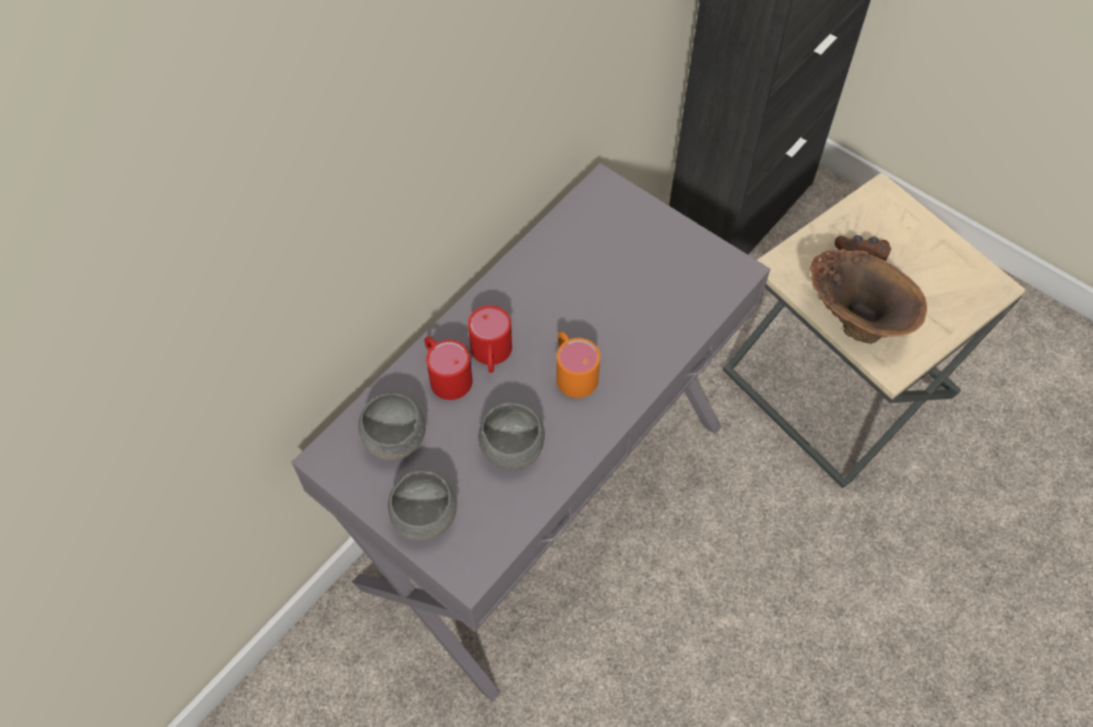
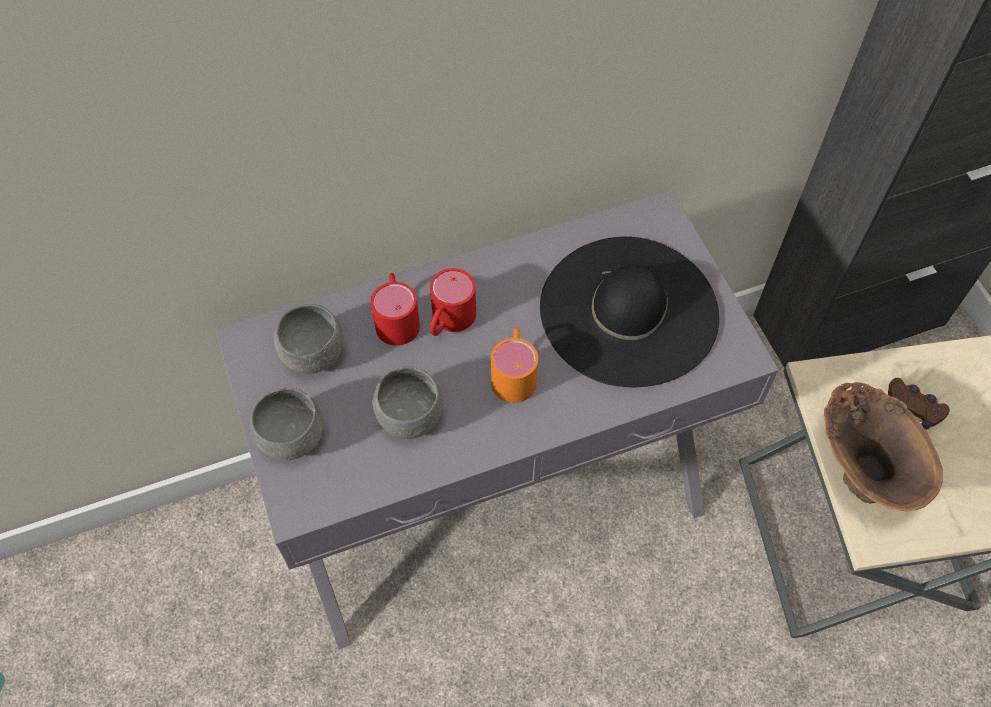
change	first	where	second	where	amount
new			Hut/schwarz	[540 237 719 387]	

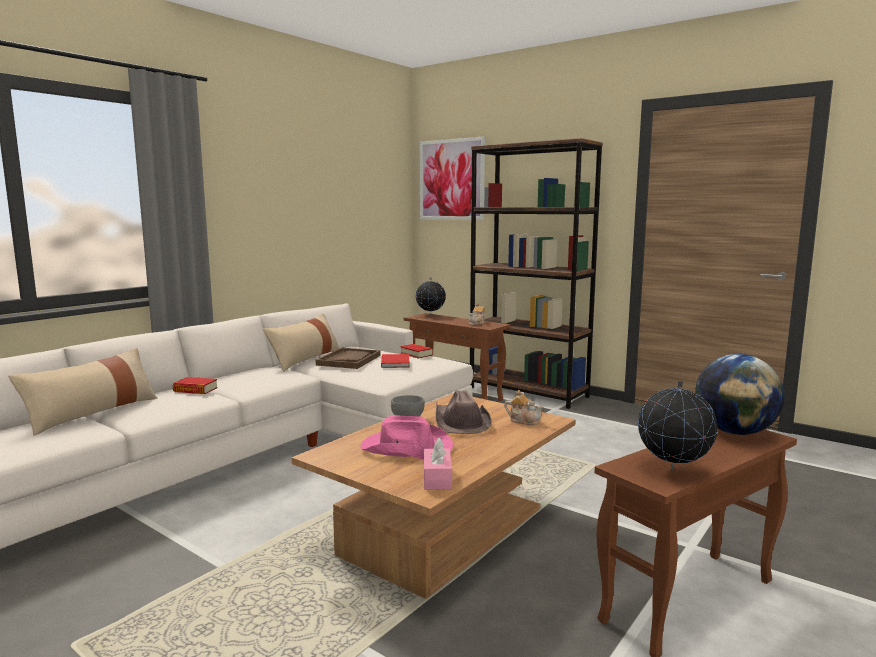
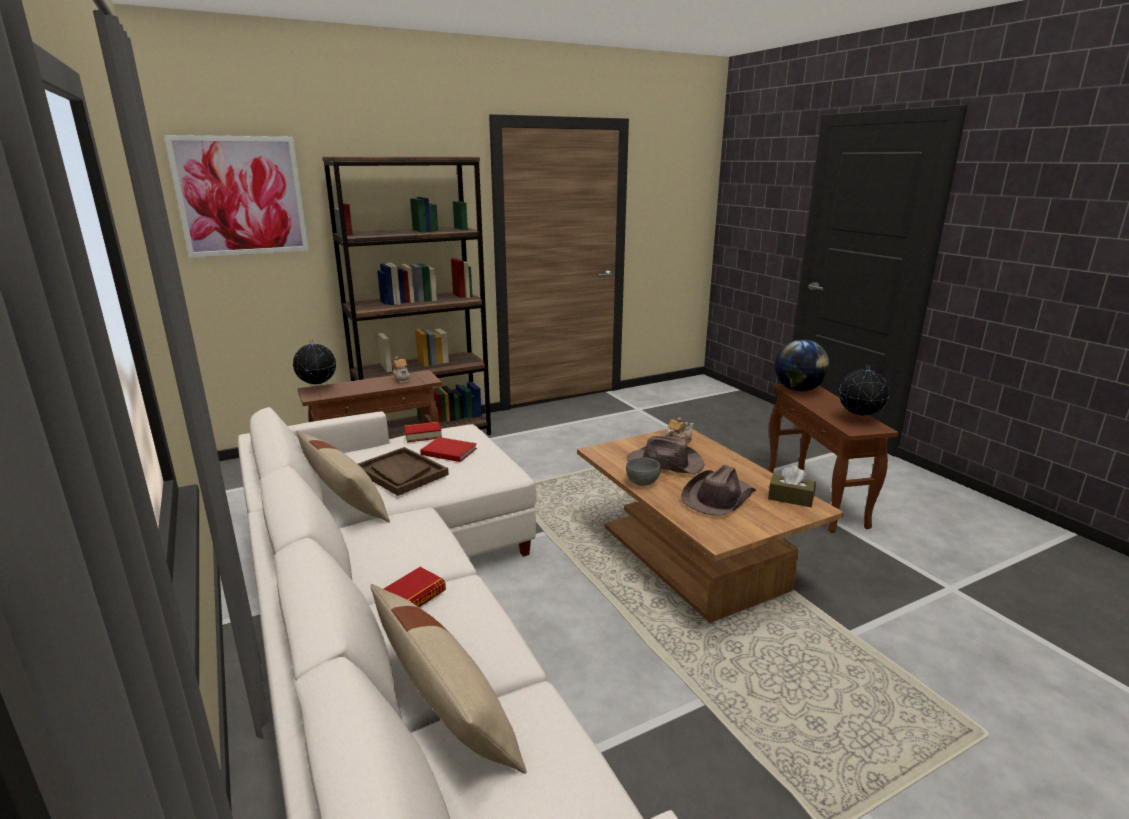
change	first	where	second	where	amount
repainted	Hut/rosa	[360 415 453 459]	Hut/braun	[681 465 756 516]	
repainted	Taschentuchbox/rosa	[424 438 452 490]	Taschentuchbox/braun	[768 466 816 507]	

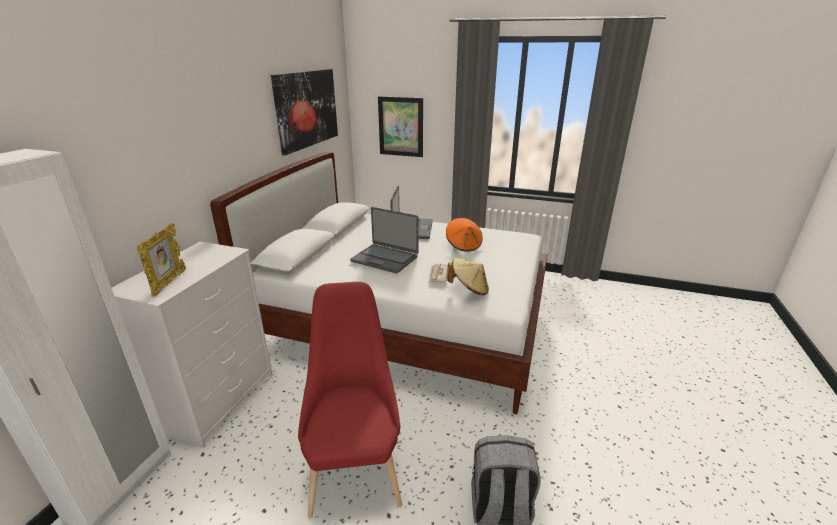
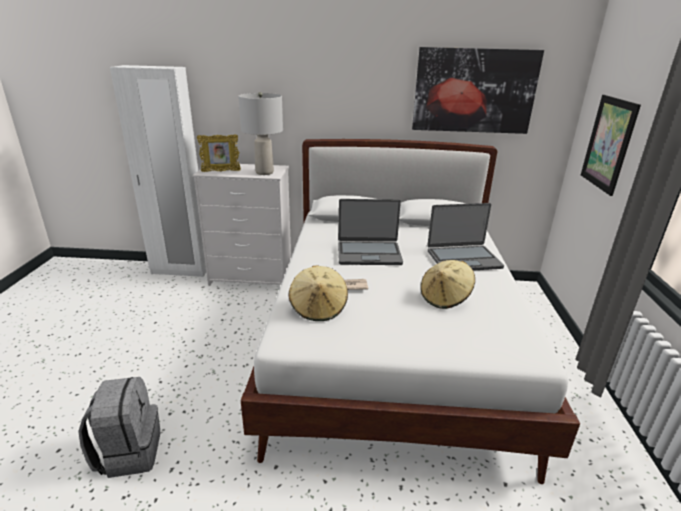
change	first	where	second	where	amount
gone	Stuhl/rot	[298 282 402 519]			
rotated	Laptop	[350 207 418 273]		[338 199 403 265]	105 degrees counterclockwise
repainted	Hut/orange	[446 218 483 252]	Hut/beige	[421 260 475 309]	
new			Tischlampe/grau	[238 92 283 175]	

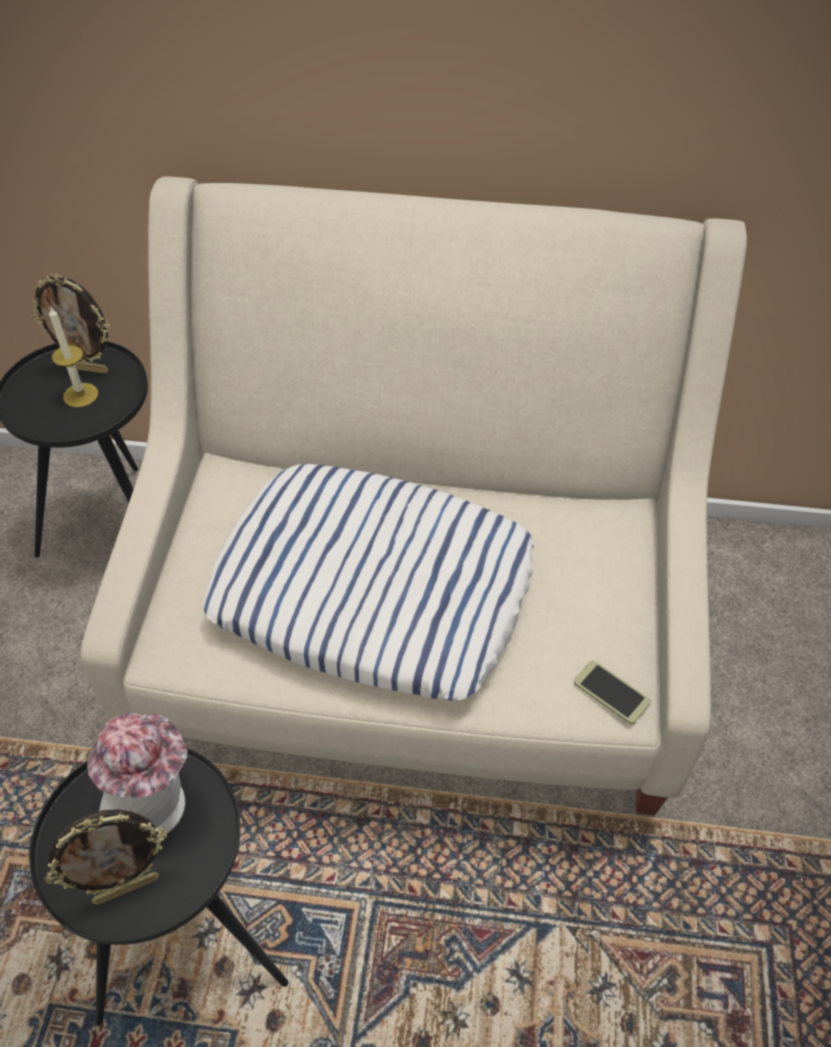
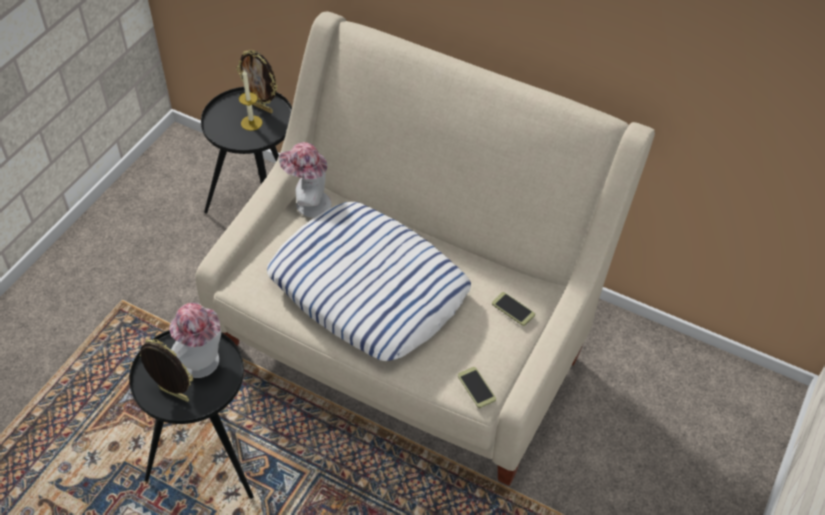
change	first	where	second	where	amount
rotated	Bilderrahmen	[45 809 167 905]		[140 339 193 402]	150 degrees counterclockwise
new			Hut	[278 142 331 218]	
new			Handy	[492 292 535 326]	

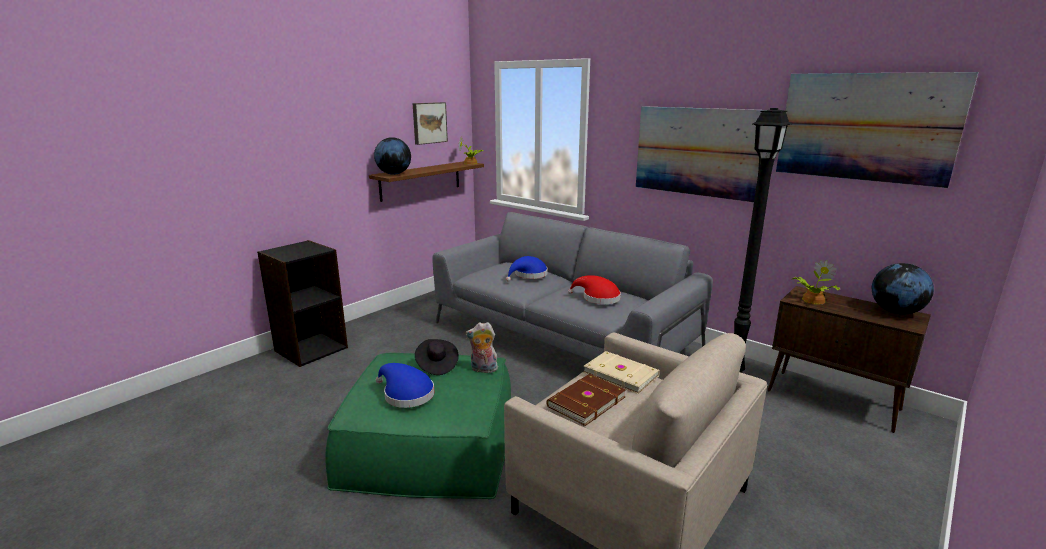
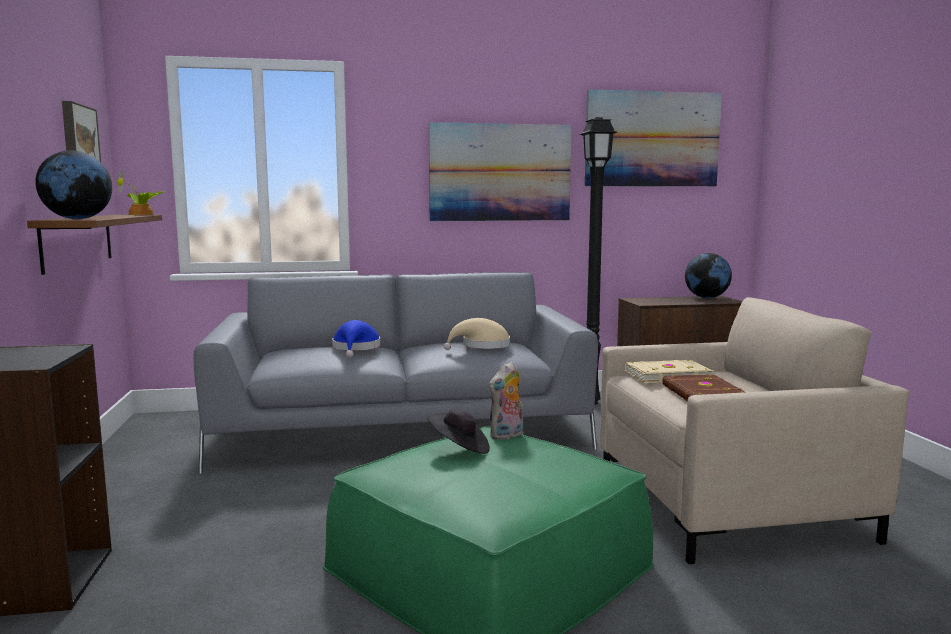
change	first	where	second	where	amount
gone	Hut/blau	[376 363 434 408]			
repainted	Hut/rot	[568 275 621 304]	Hut/beige	[444 318 510 350]	
gone	Topfpflanze	[792 260 840 304]			

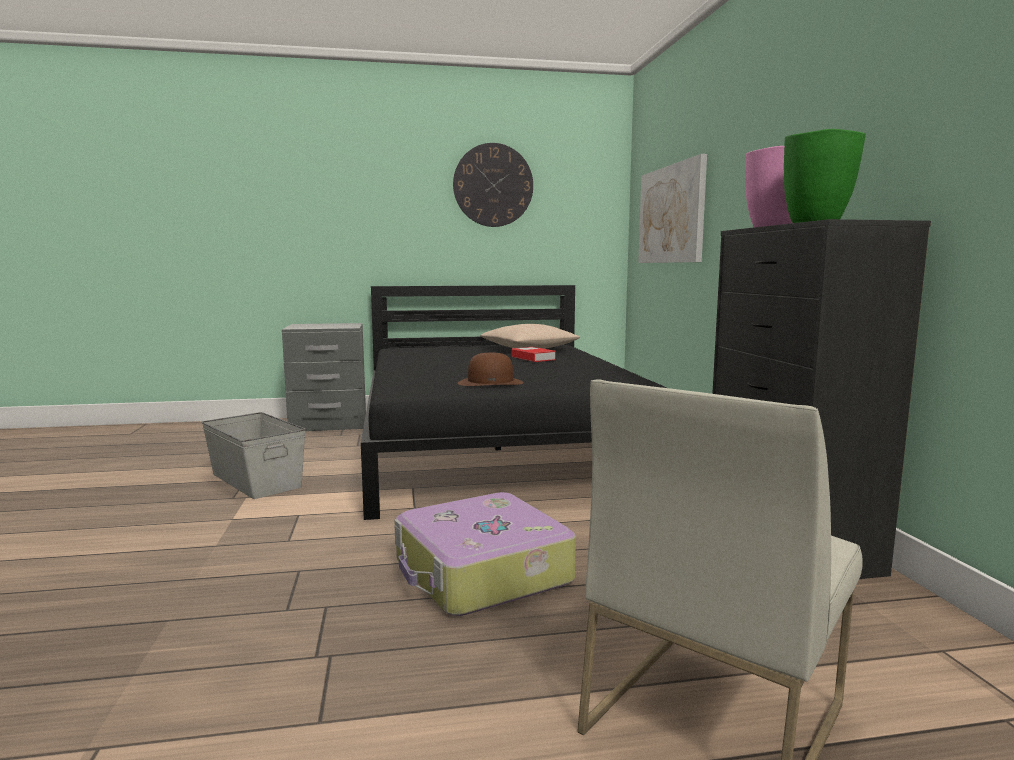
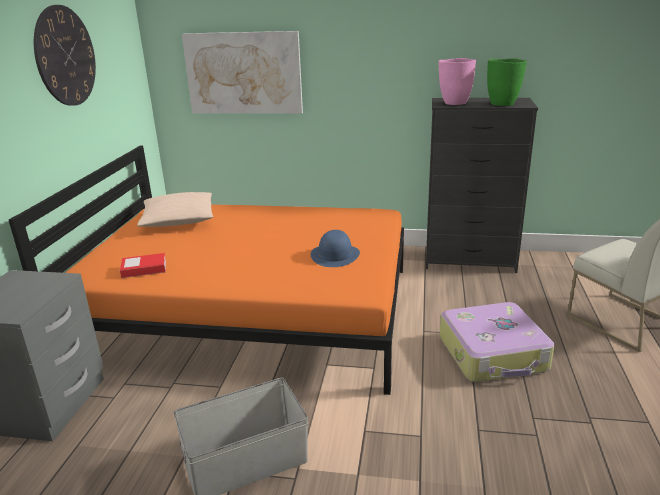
change	first	where	second	where	amount
repainted	Bett/schwarz	[361 285 666 520]	Bett/orange	[9 146 404 395]	
repainted	Hut/braun	[458 353 524 386]	Hut/blau	[310 230 360 267]	
shifted	Buch	[511 347 556 362]		[120 253 166 278]	

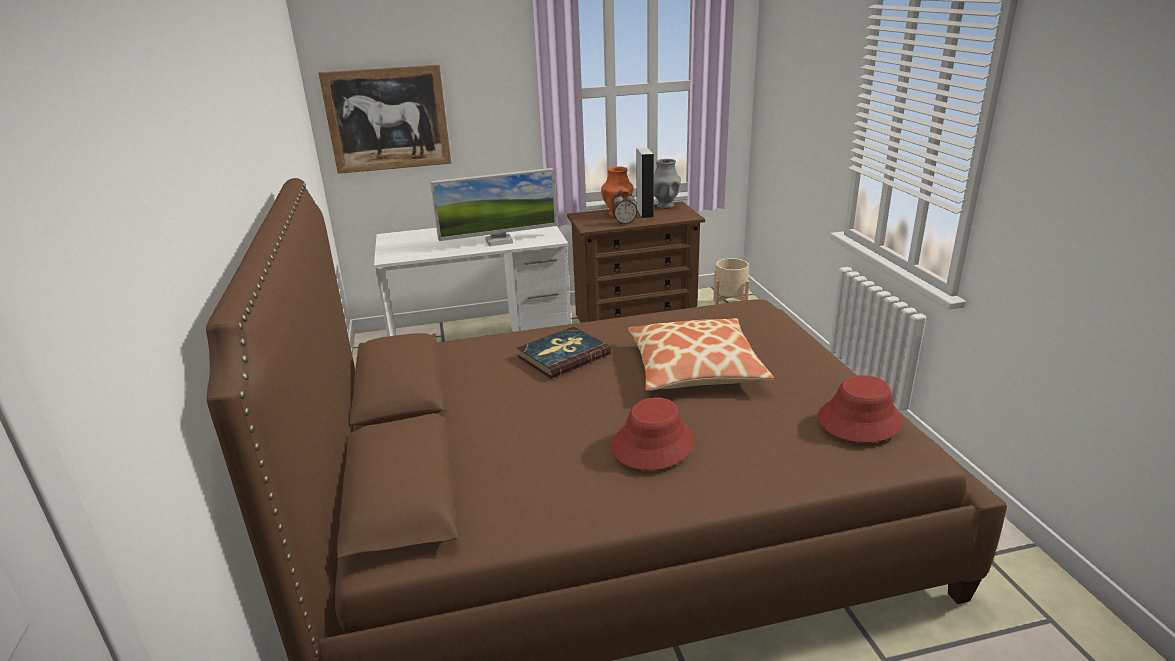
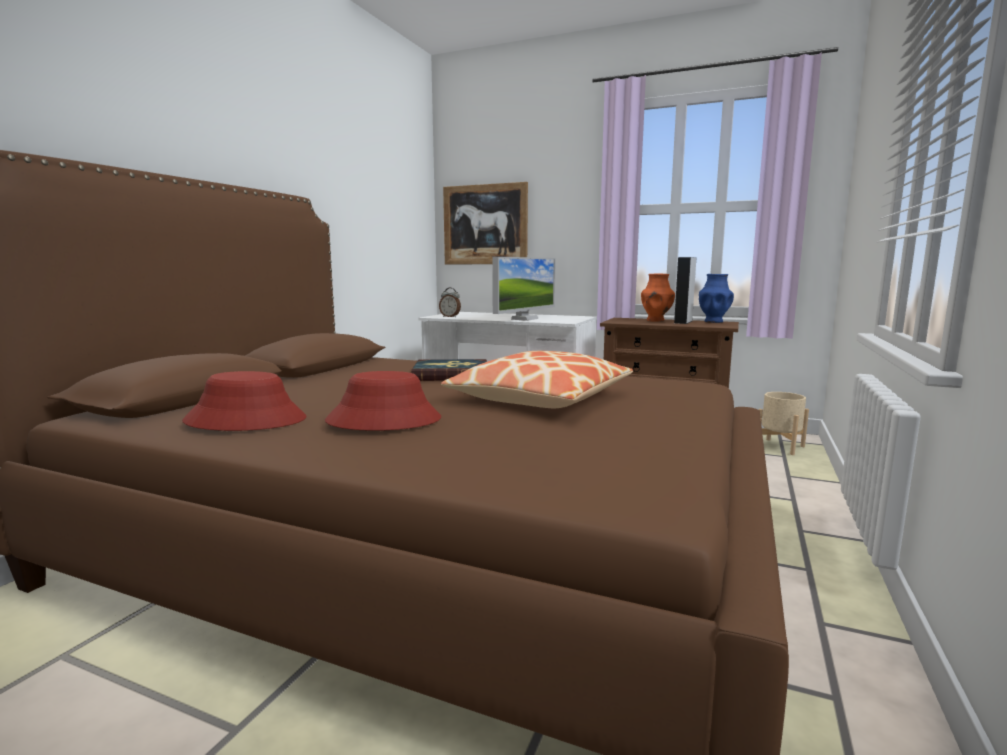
change	first	where	second	where	amount
rotated	Monitor	[430 168 557 247]		[492 257 556 321]	75 degrees counterclockwise
shifted	Wecker	[613 192 638 224]		[439 288 461 318]	
repainted	Vase/grau	[654 159 681 209]	Vase/blau	[699 274 734 323]	
shifted	Hut/rot	[818 375 903 443]		[182 371 306 431]	

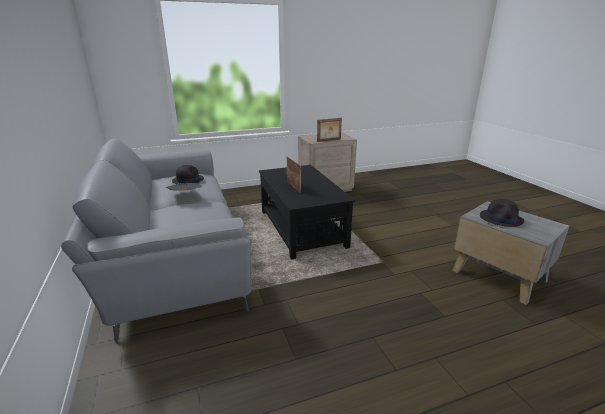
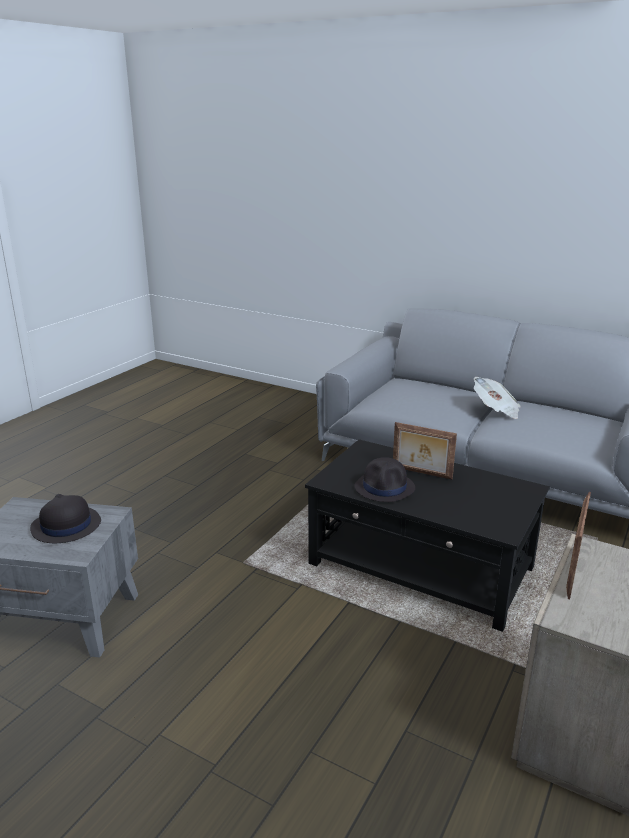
change	first	where	second	where	amount
shifted	Hut/schwarz	[172 165 204 184]		[354 457 415 502]	

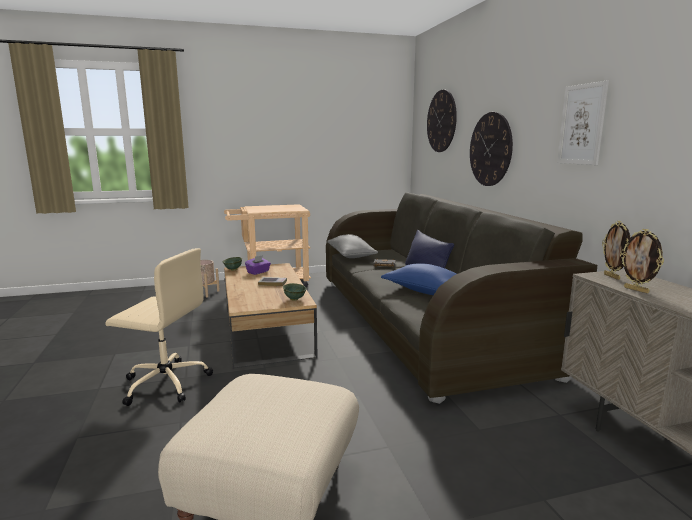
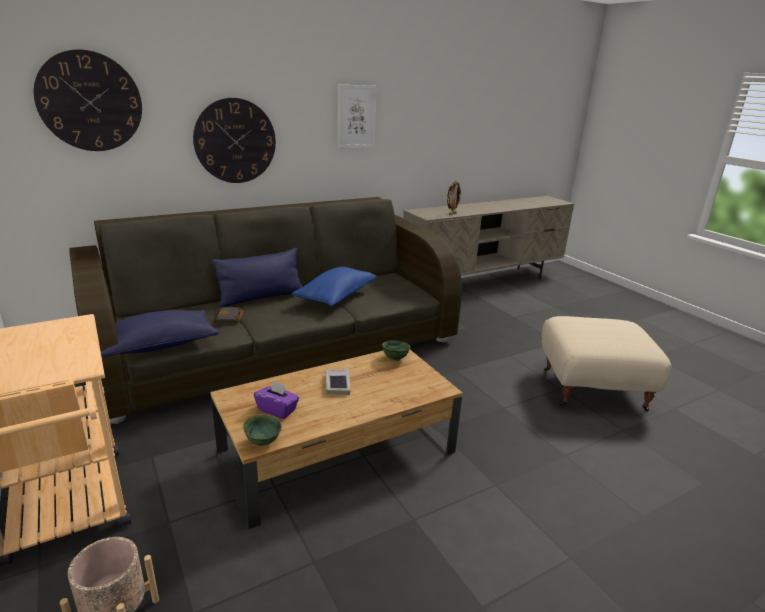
change	first	where	second	where	amount
gone	Bürostuhl/beige	[105 248 213 406]			
repainted	Kissen/grau	[327 234 378 258]	Kissen/blau	[101 310 218 357]	
gone	Bilderrahmen	[602 221 630 280]			

